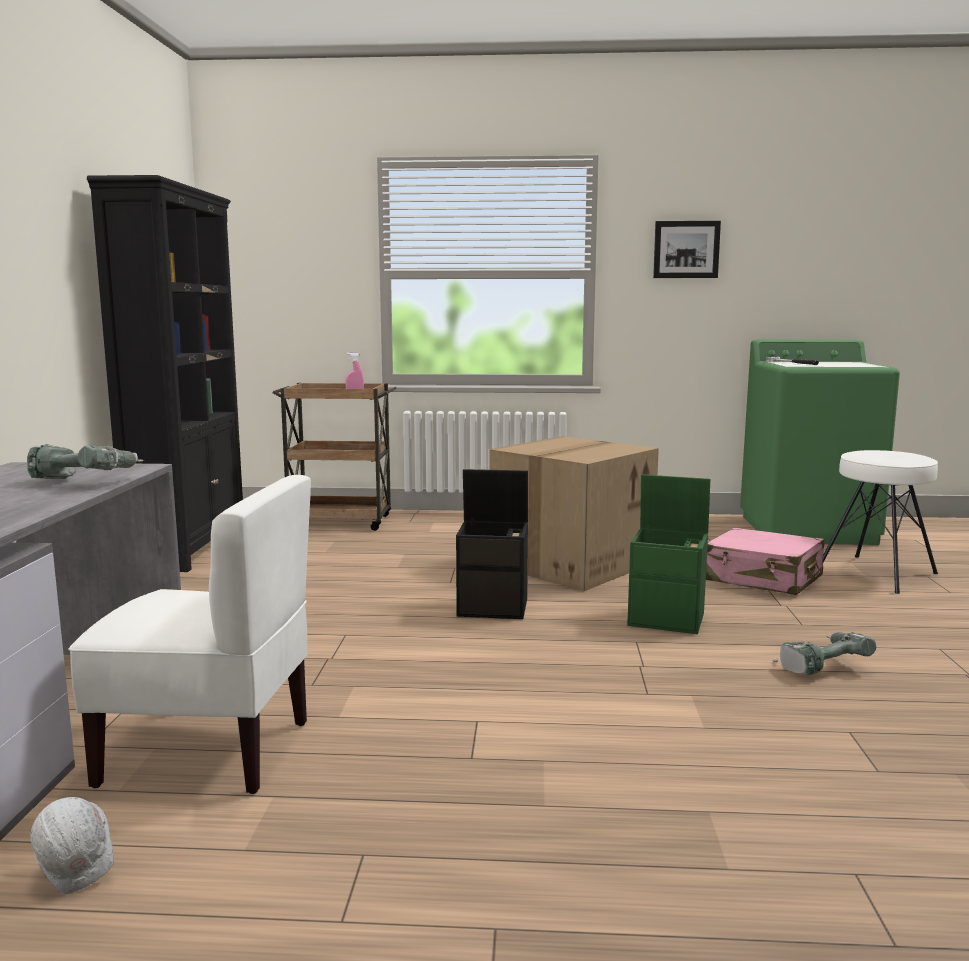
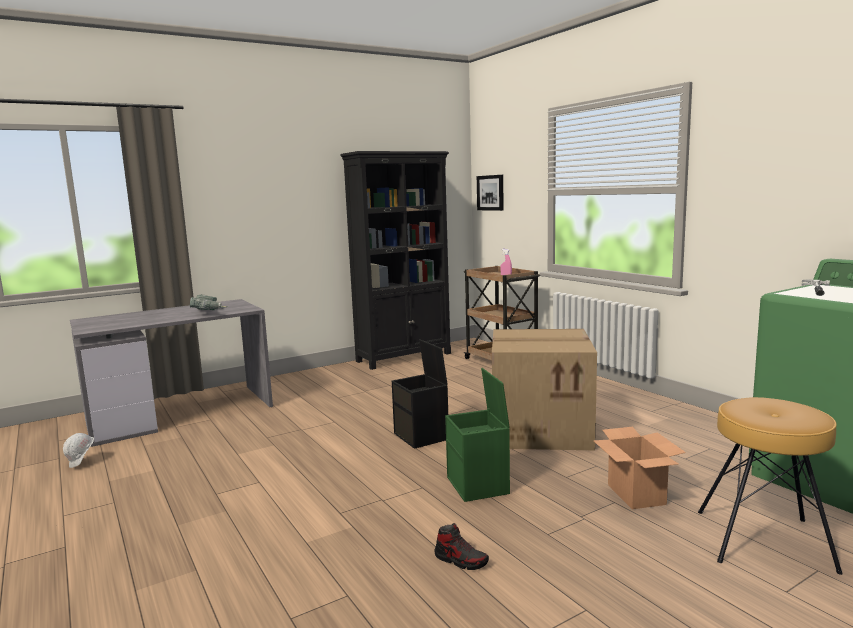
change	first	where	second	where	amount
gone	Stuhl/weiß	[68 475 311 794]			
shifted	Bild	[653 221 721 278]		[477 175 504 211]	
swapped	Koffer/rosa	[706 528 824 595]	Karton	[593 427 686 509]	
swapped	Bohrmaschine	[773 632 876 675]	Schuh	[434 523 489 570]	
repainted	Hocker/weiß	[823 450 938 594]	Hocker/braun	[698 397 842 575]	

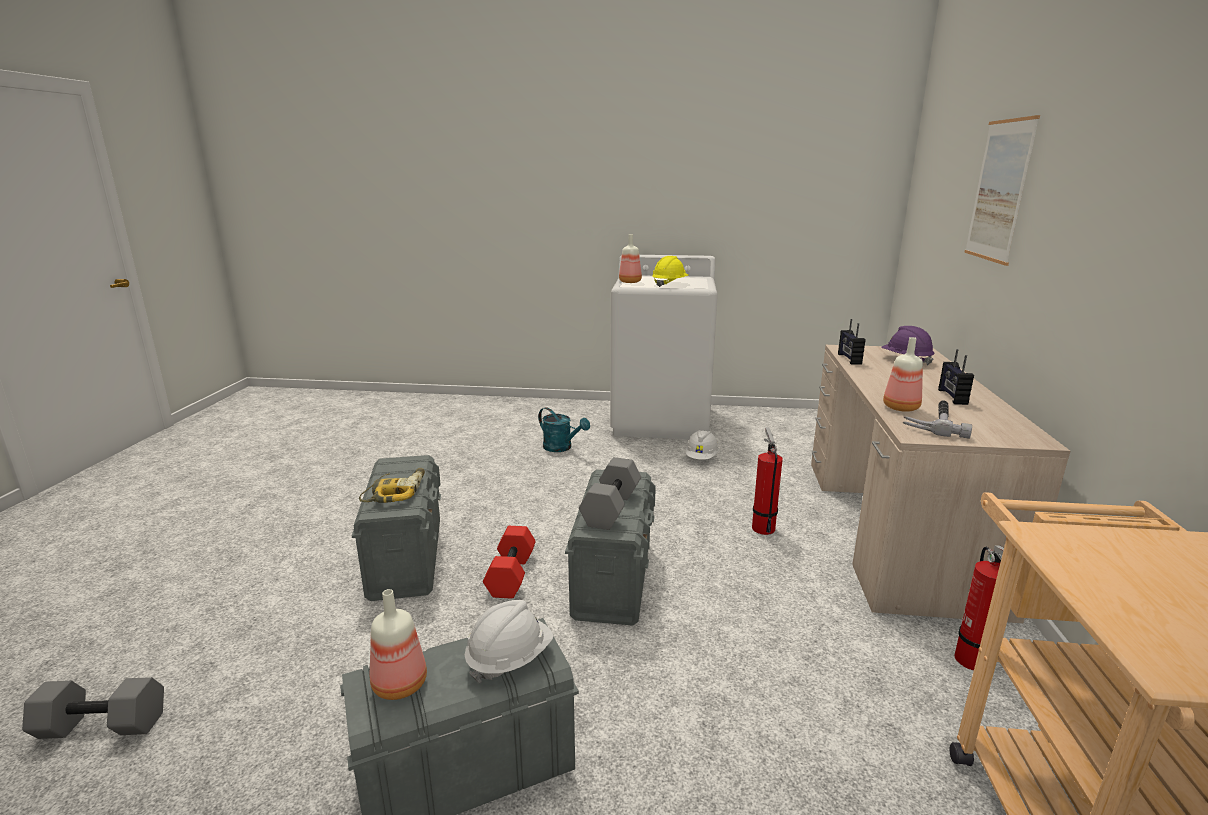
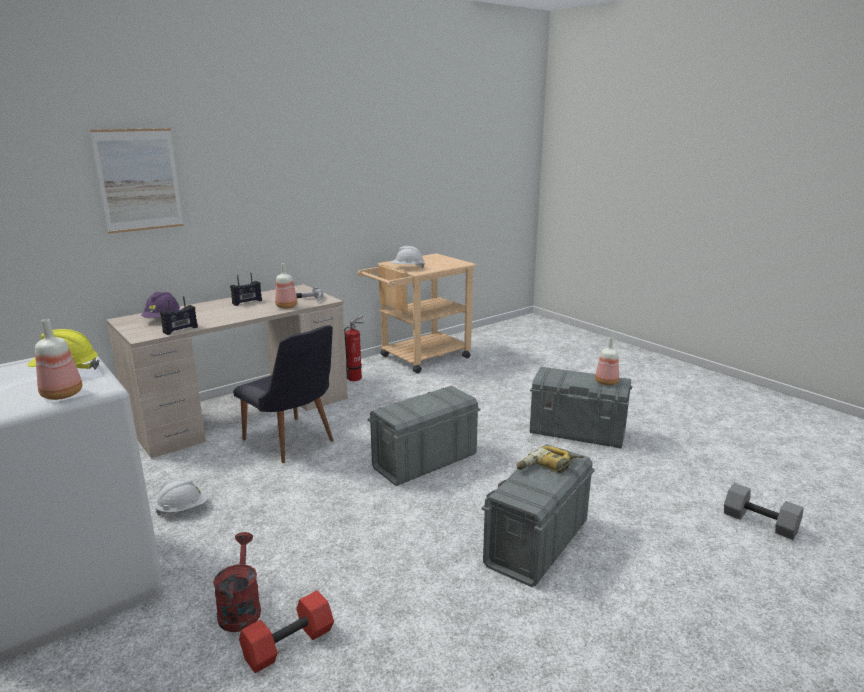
change	first	where	second	where	amount
shifted	Schutzhelm/weiß	[465 600 553 683]		[392 246 425 268]	
shifted	Hantel/rot	[483 526 536 599]		[239 590 334 673]	
repainted	Gießkanne/türkis	[539 407 590 452]	Gießkanne/rot	[213 532 261 632]	
gone	Hantel/grau	[579 457 641 530]			
swapped	Feuerlöscher	[752 427 783 535]	Stuhl/schwarz	[233 325 334 463]	

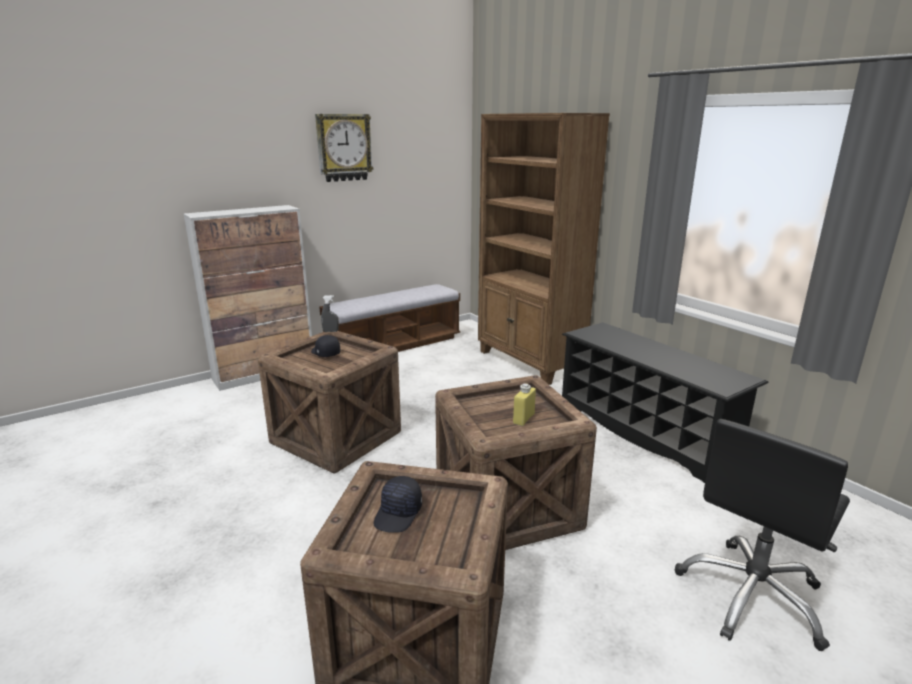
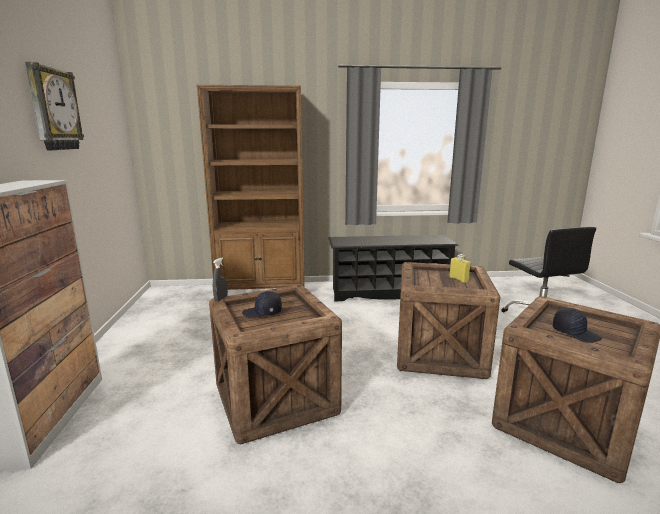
change	first	where	second	where	amount
gone	Bank	[319 284 460 352]			

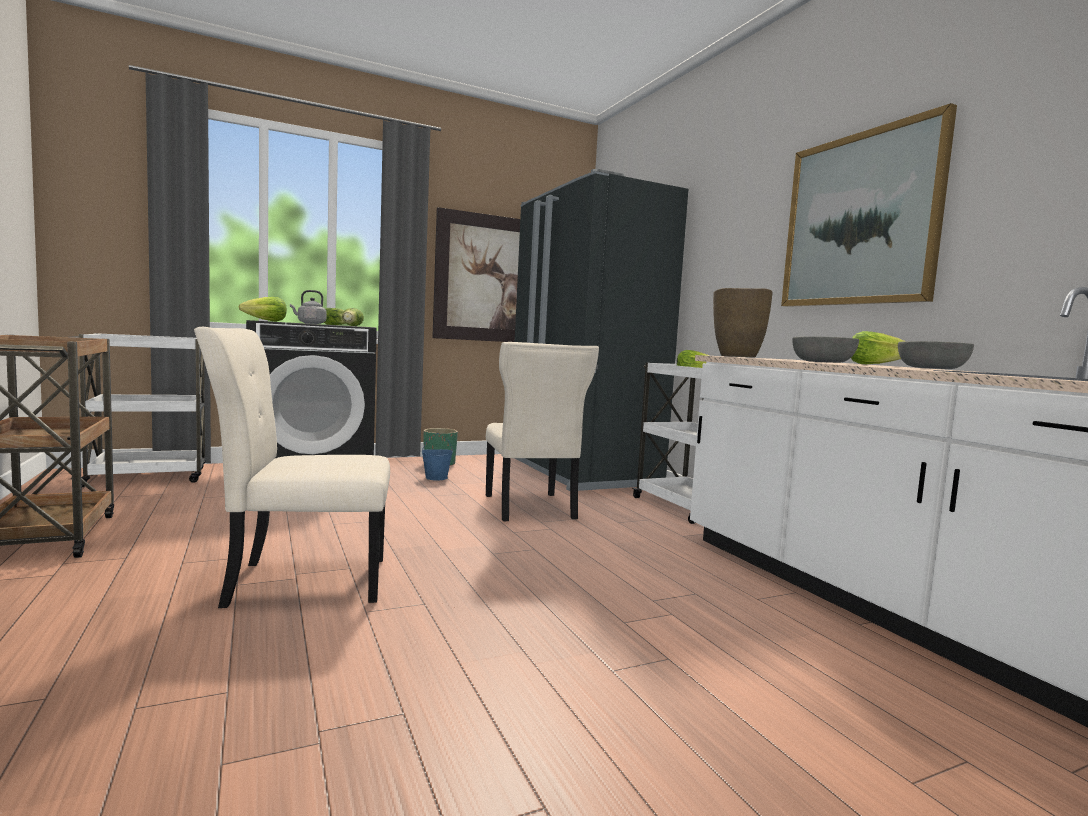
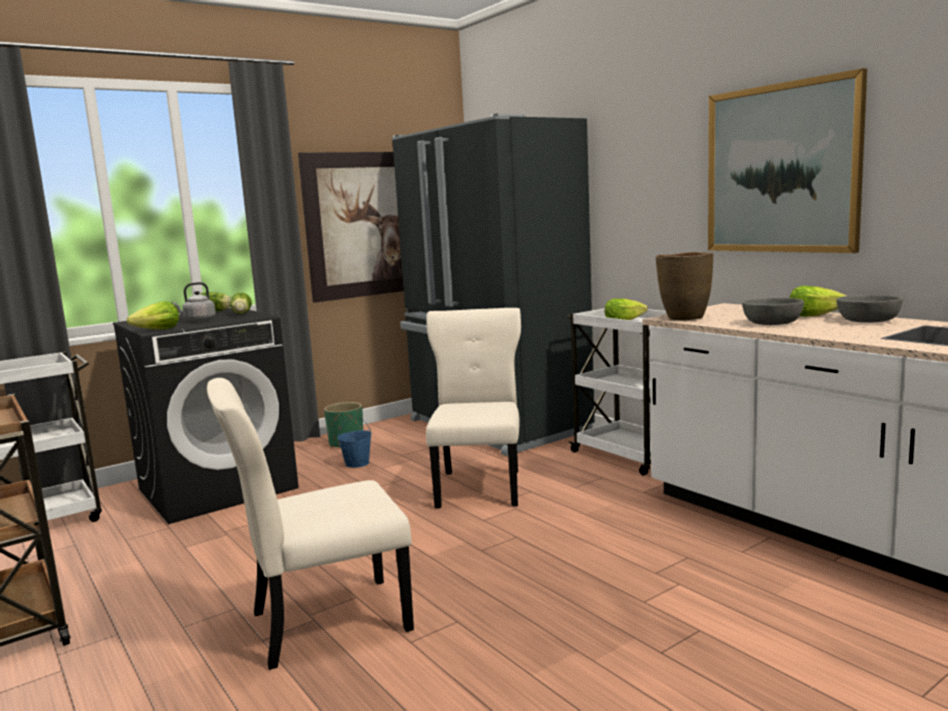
change	first	where	second	where	amount
rotated	Stuhl/beige	[486 342 599 521]		[426 308 521 508]	150 degrees counterclockwise

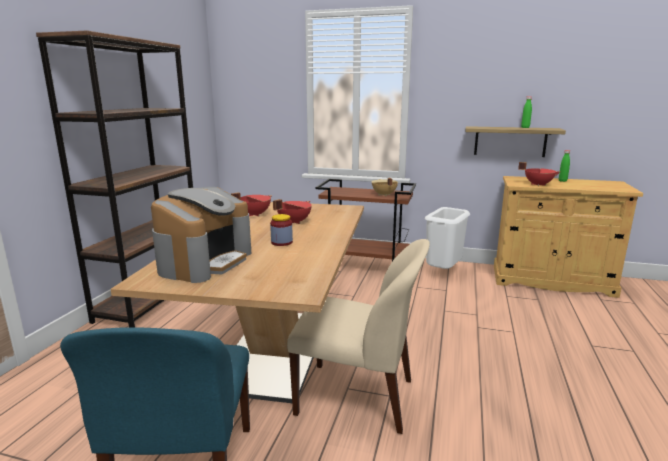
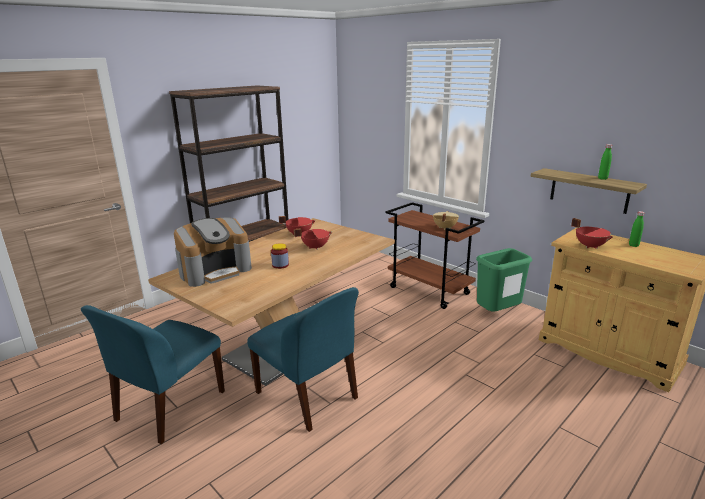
change	first	where	second	where	amount
repainted	Stuhl/beige	[287 239 430 434]	Stuhl/blau	[247 287 359 432]	
repainted	Mülleimer/weiß	[425 207 470 269]	Mülleimer/grün	[476 248 532 311]	

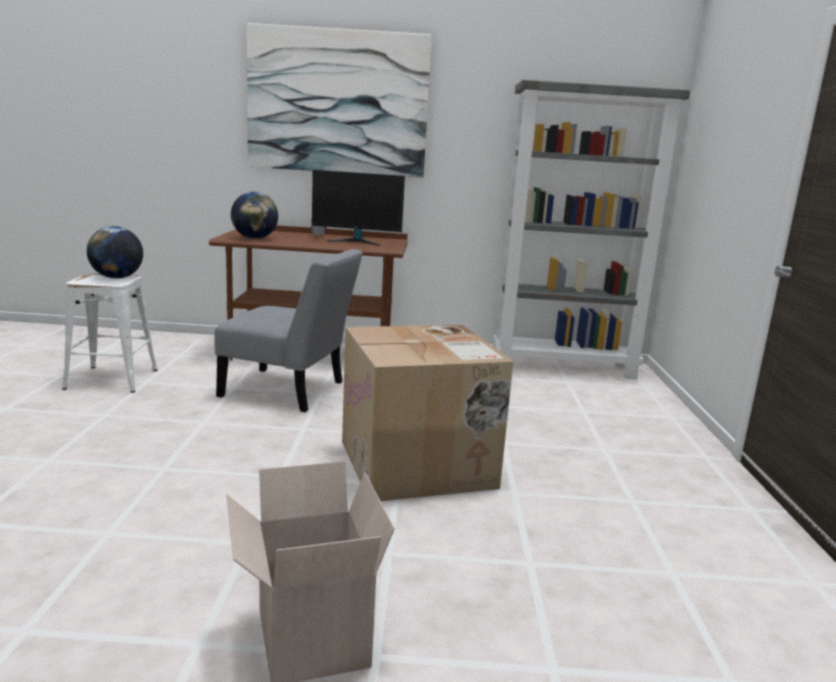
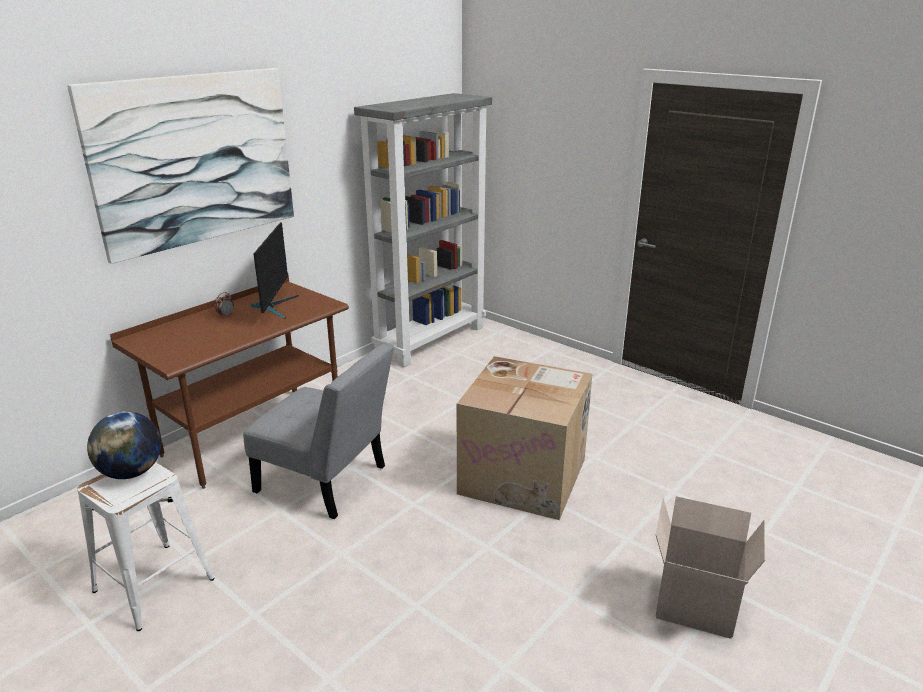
change	first	where	second	where	amount
rotated	Stuhl/grau	[214 249 363 412]		[243 342 394 519]	60 degrees clockwise
gone	Globus	[231 192 278 239]			
rotated	Monitor	[312 170 405 246]		[251 222 299 319]	45 degrees counterclockwise

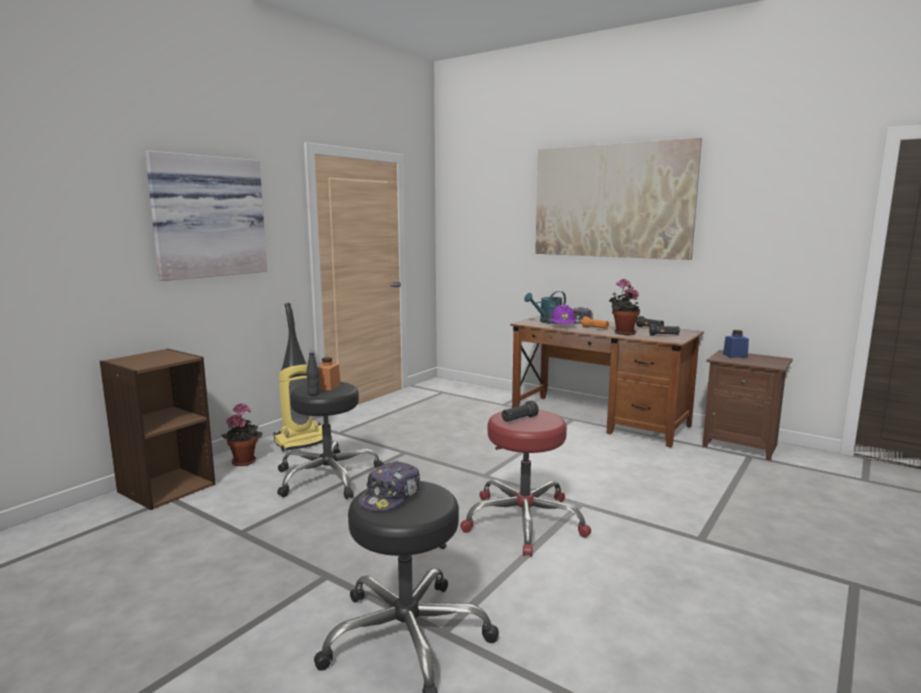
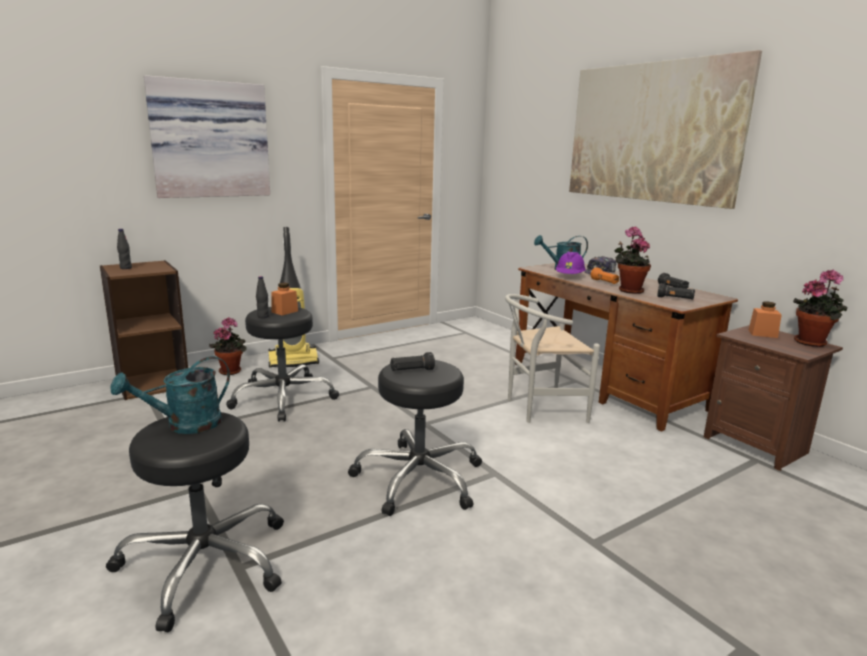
change	first	where	second	where	amount
swapped	Kappe	[359 461 420 511]	Gießkanne/türkis	[111 356 230 434]	
repainted	Hocker/rot	[460 410 591 557]	Hocker/schwarz	[348 360 482 516]	
repainted	Vorratsglas/blau	[723 330 749 358]	Vorratsglas/orange	[748 302 782 338]	
new			Flasche/schwarz	[117 229 132 269]	
new			Stuhl/weiß	[505 294 600 423]	
new			Topfpflanze	[793 269 847 347]	

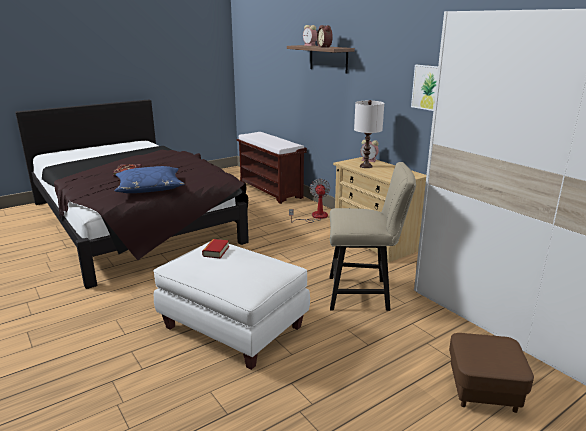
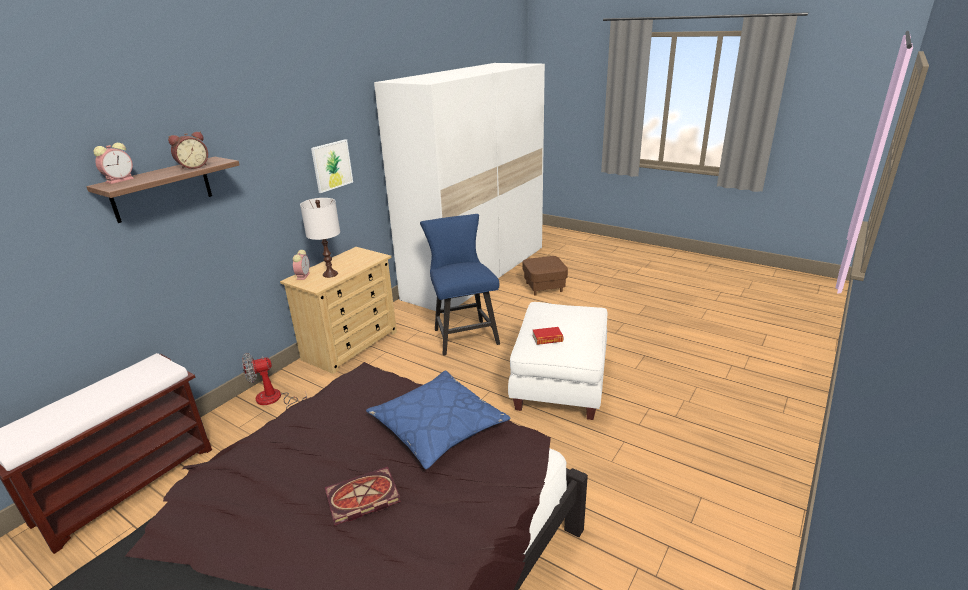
change	first	where	second	where	amount
repainted	Stuhl/beige	[329 162 416 311]	Stuhl/blau	[420 214 500 356]	

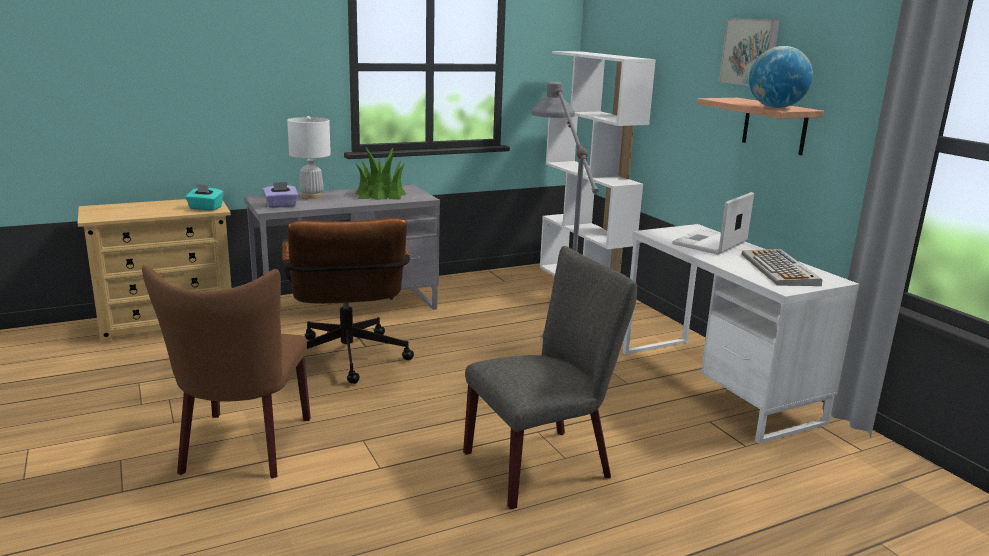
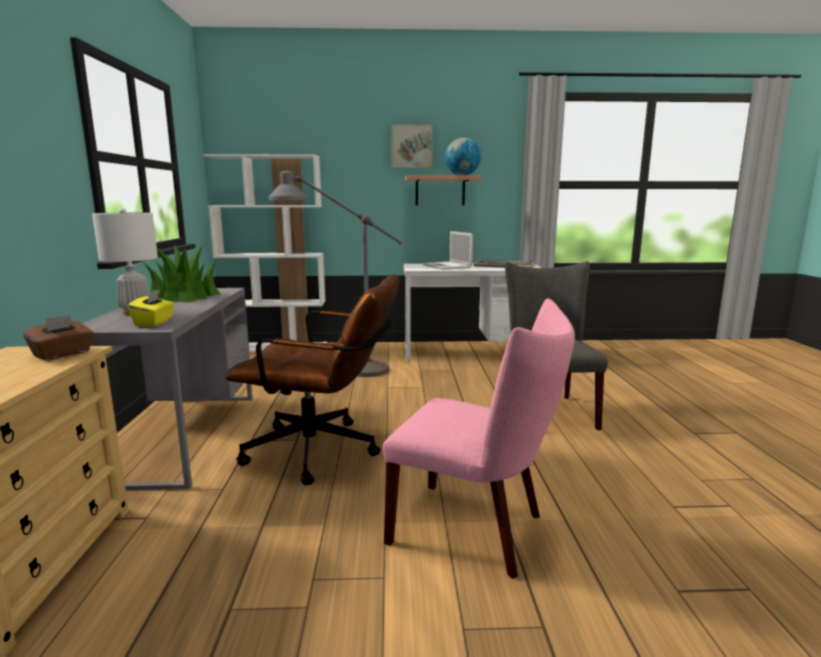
change	first	where	second	where	amount
repainted	Stuhl/braun	[142 265 311 479]	Stuhl/rosa	[383 298 575 579]	
repainted	Taschentuchbox/türkis	[185 184 224 211]	Taschentuchbox/braun	[23 315 93 361]	
repainted	Taschentuchbox/lila	[263 182 298 208]	Taschentuchbox/gelb	[128 289 174 326]	

